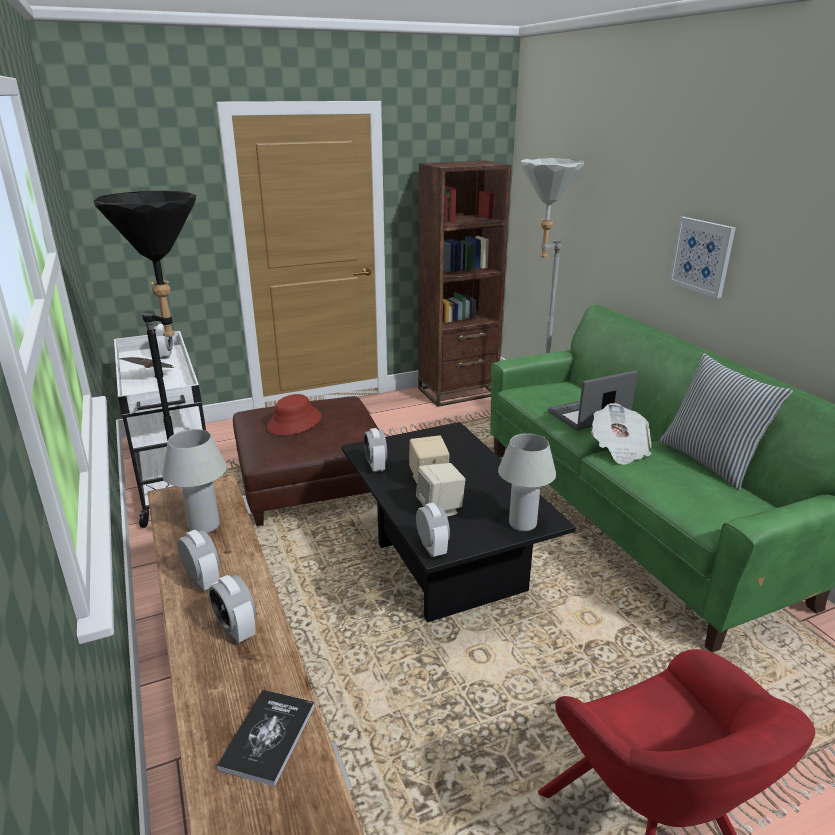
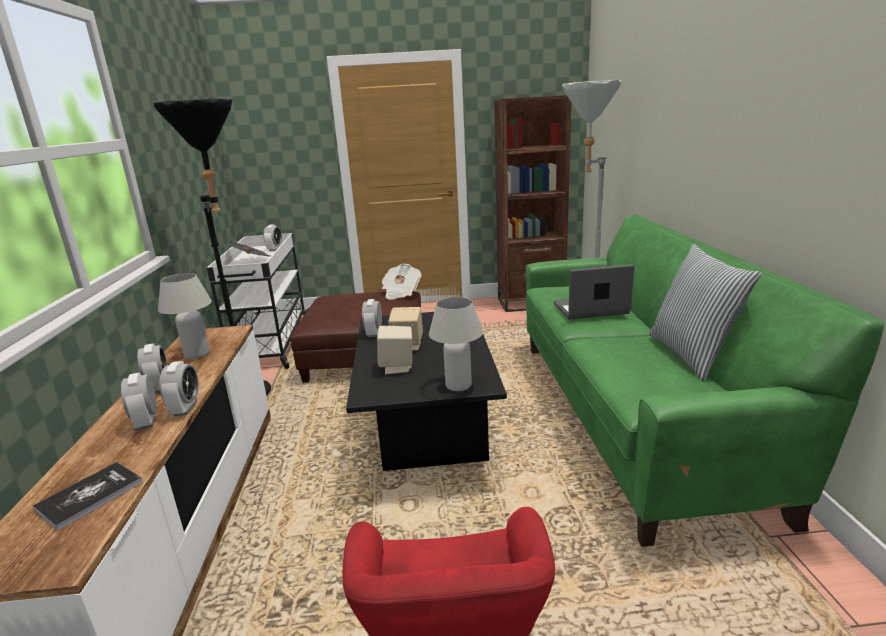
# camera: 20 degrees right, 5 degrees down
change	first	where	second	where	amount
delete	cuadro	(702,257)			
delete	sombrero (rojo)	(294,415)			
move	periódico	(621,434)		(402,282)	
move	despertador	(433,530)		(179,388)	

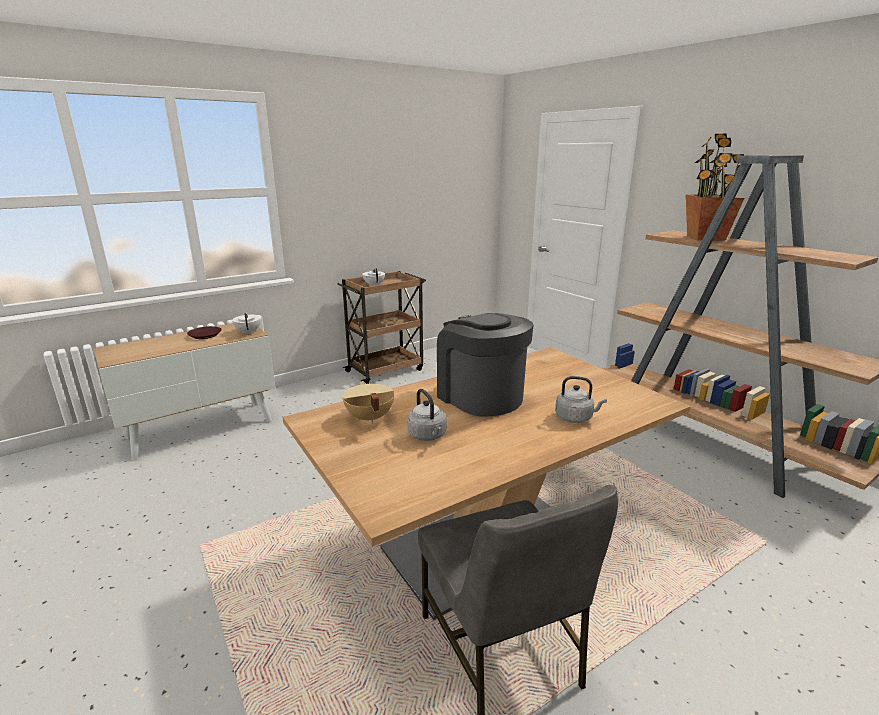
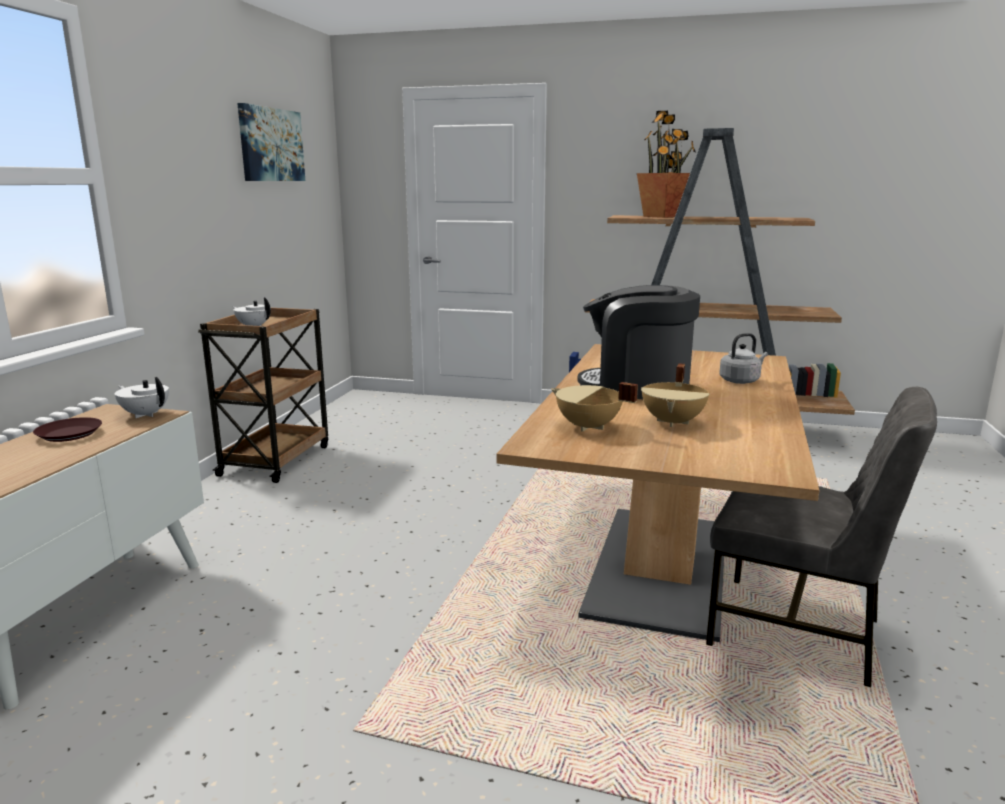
# camera: 40 degrees left, 5 degrees down
change	first	where	second	where	amount
replace	hervidor (gris)	(427,415)	olla (beis)	(675,395)	
insert			cuadro	(271,142)	

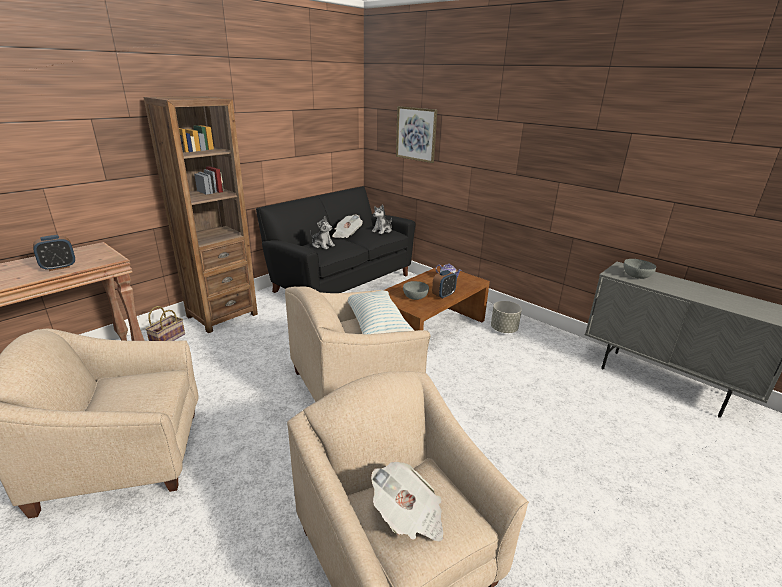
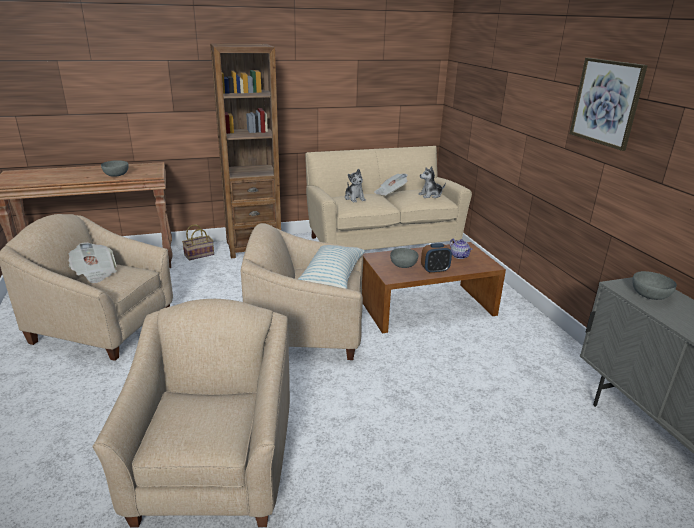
# camera: 30 degrees right, 0 degrees up
change	first	where	second	where	amount
move	cuadro	(416,134)		(608,104)	
recolor	sofá (negro)	(336,239)	sofá (beis)	(388,198)	
replace	despertador	(54,253)	cuenco (gris)	(115,168)	
delete	maceta (gris)	(506,317)			
move	periódico	(407,501)		(93,262)	

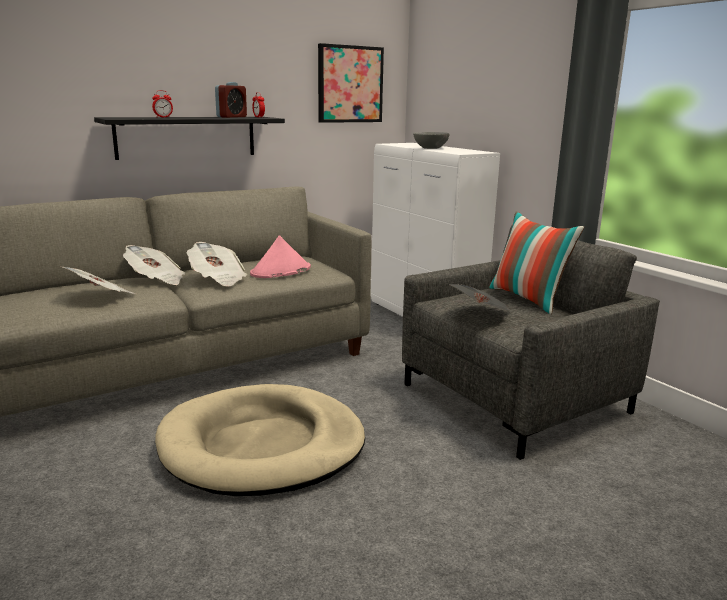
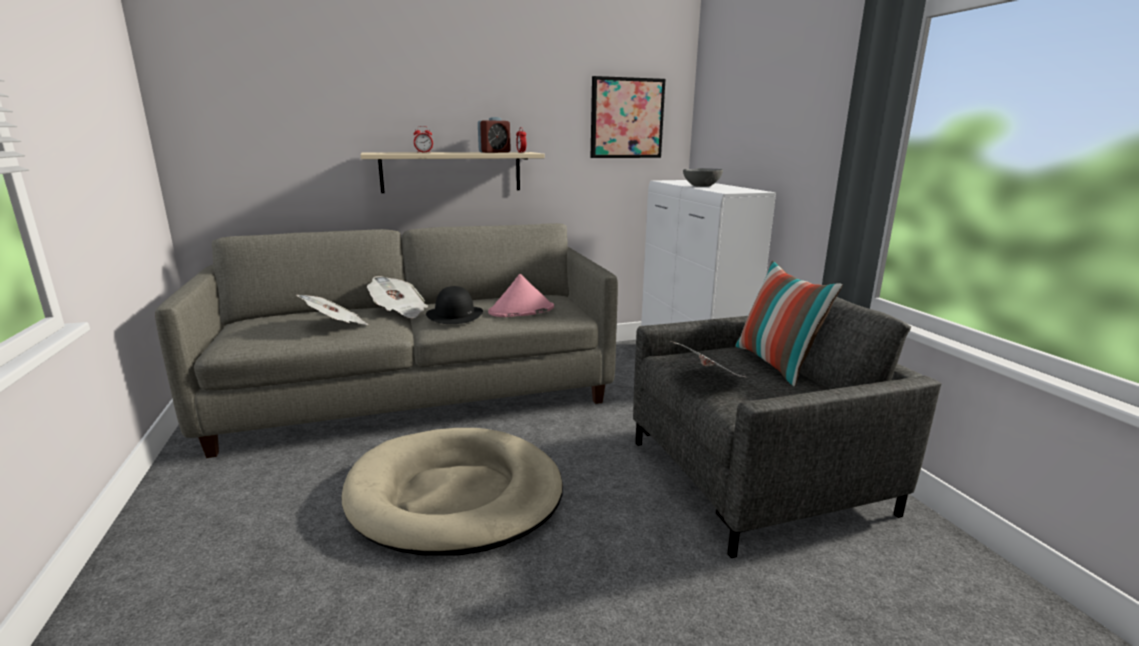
# camera: 15 degrees right, 0 degrees up
change	first	where	second	where	amount
recolor	estante (negro)	(189,138)	estante (beis)	(452,172)	
replace	periódico	(217,264)	sombrero (negro)	(454,305)	

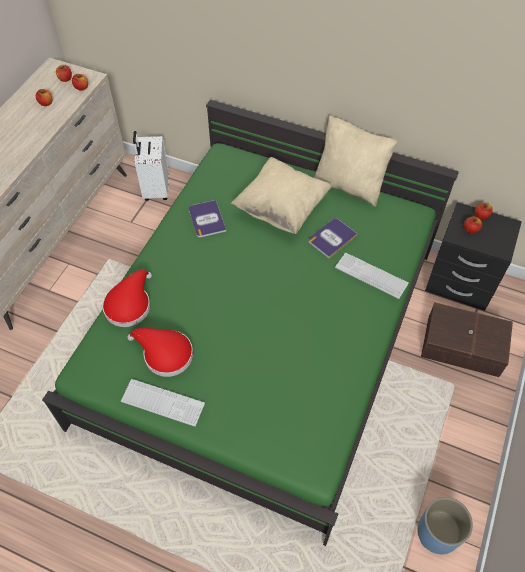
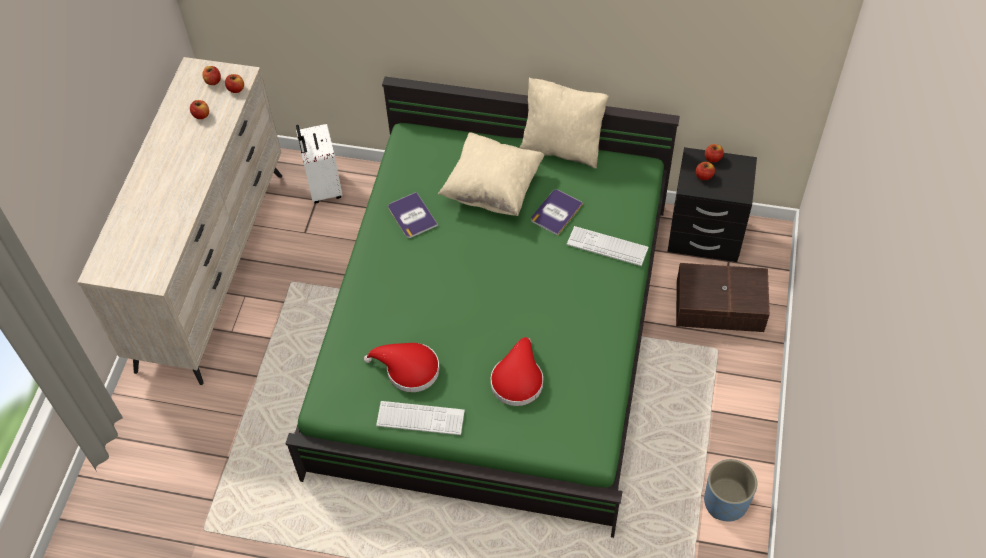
# camera: 10 degrees left, 0 degrees up
change	first	where	second	where	amount
move	sombrero (rojo)	(127,298)		(517,371)	

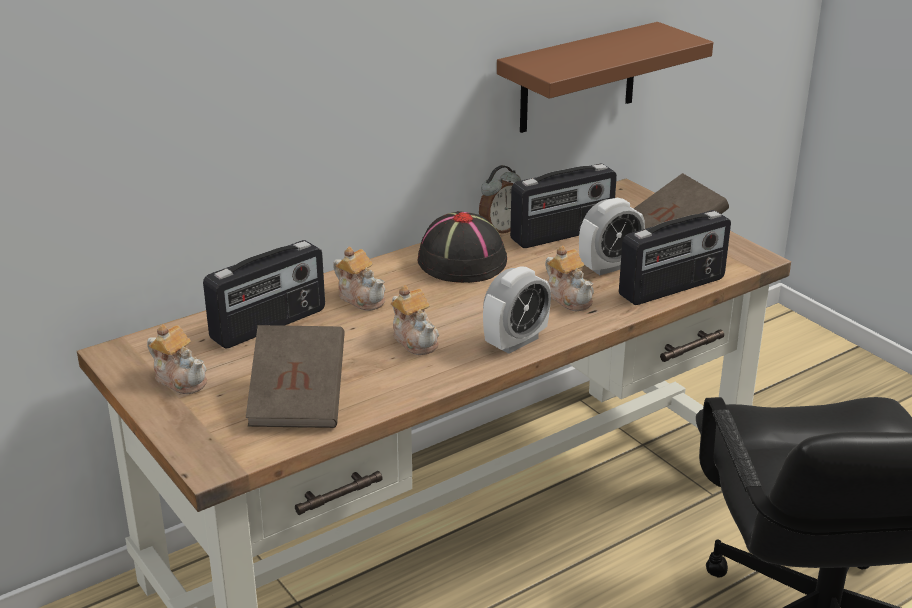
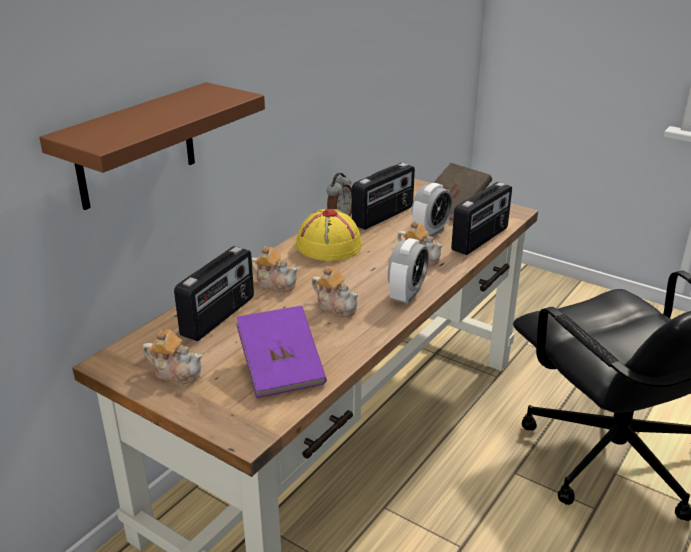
# camera: 20 degrees left, 0 degrees up
change	first	where	second	where	amount
move	estante (marrón)	(605,77)		(152,146)	
recolor	sombrero (negro)	(462,247)	sombrero (amarillo)	(329,235)	
recolor	libro (marrón)	(295,376)	libro (morado)	(281,352)	

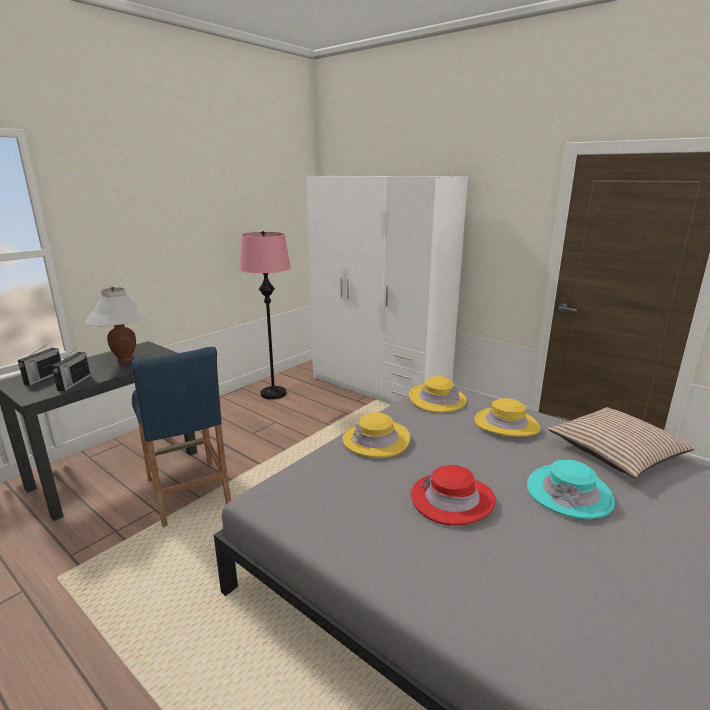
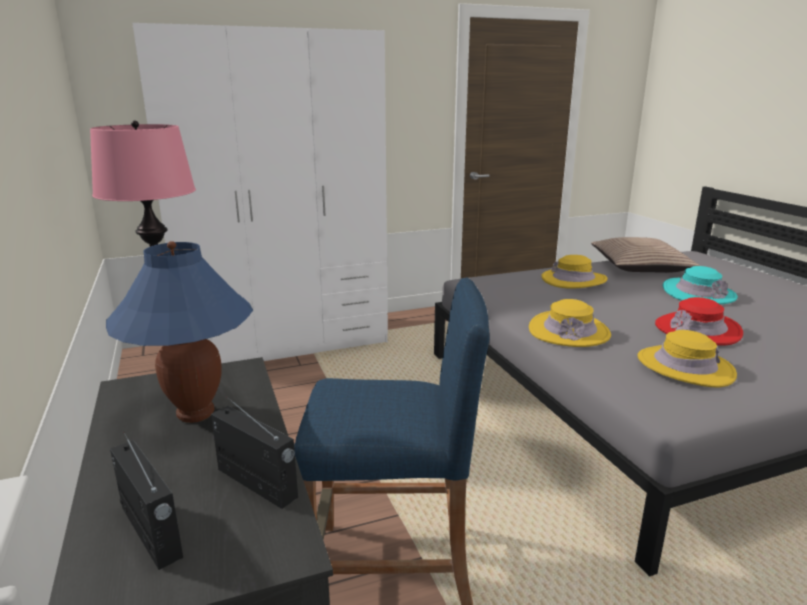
# camera: 60 degrees left, 0 degrees up
change	first	where	second	where	amount
recolor	lámpara de mesa (blanco)	(117,325)	lámpara de mesa (azul)	(179,332)	
move	sombrero (amarillo)	(438,394)		(687,358)	

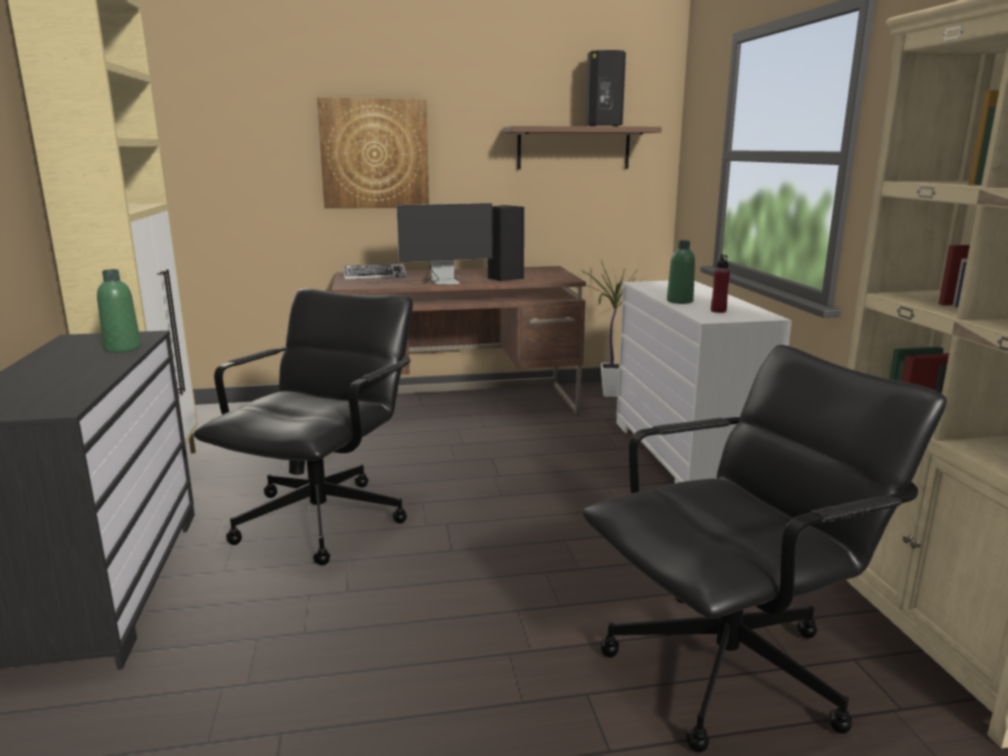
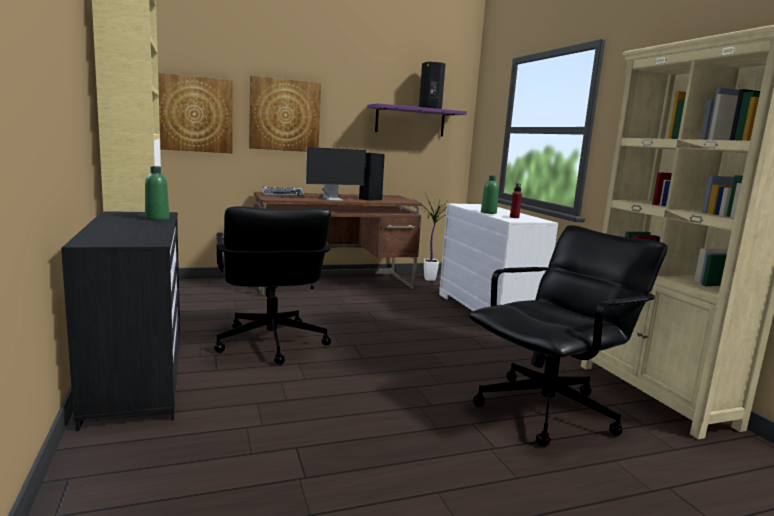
# camera: 10 degrees left, 5 degrees down
change	first	where	second	where	amount
recolor	estante (marrón)	(582,147)	estante (morado)	(417,120)	
rotate	silla de oficina (negro)	(303,427)		(272,285)	150 degrees clockwise
insert			cuadro	(195,113)	

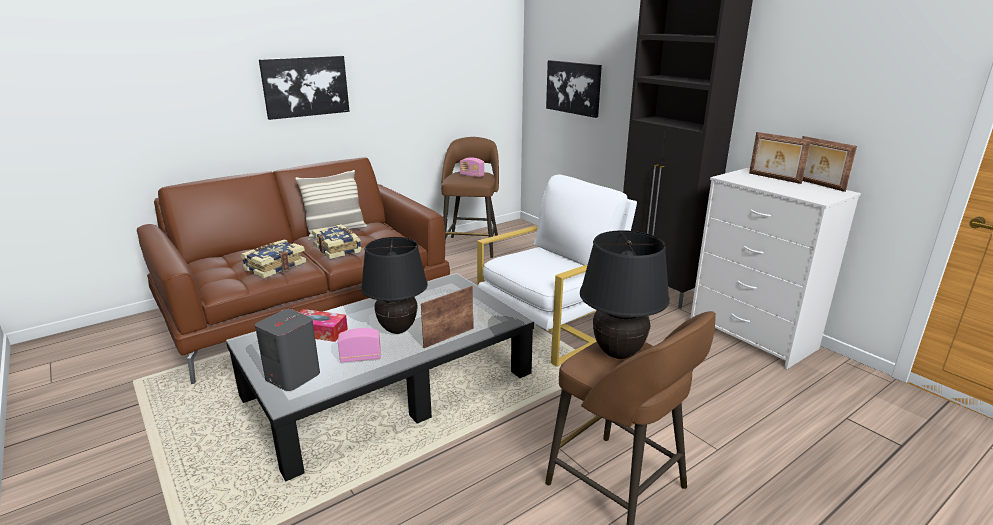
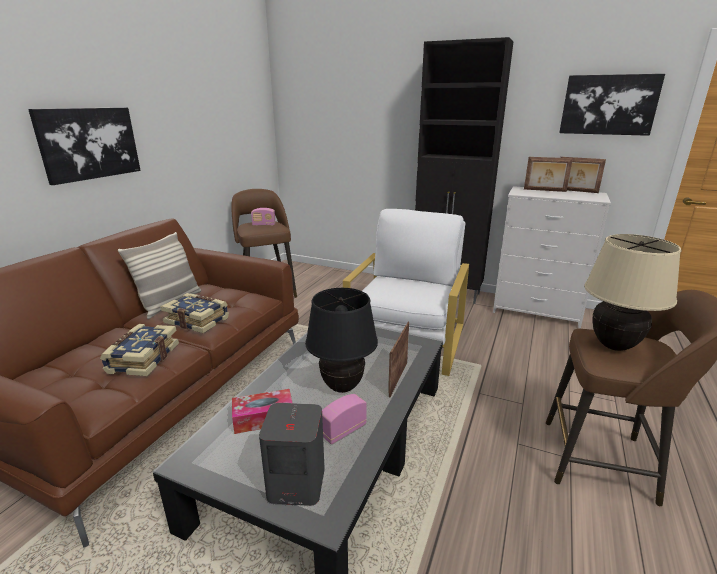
# camera: 30 degrees left, 0 degrees up
change	first	where	second	where	amount
move	cuadro	(574,89)		(612,105)	
recolor	lámpara de mesa (negro)	(625,294)	lámpara de mesa (beis)	(632,292)	

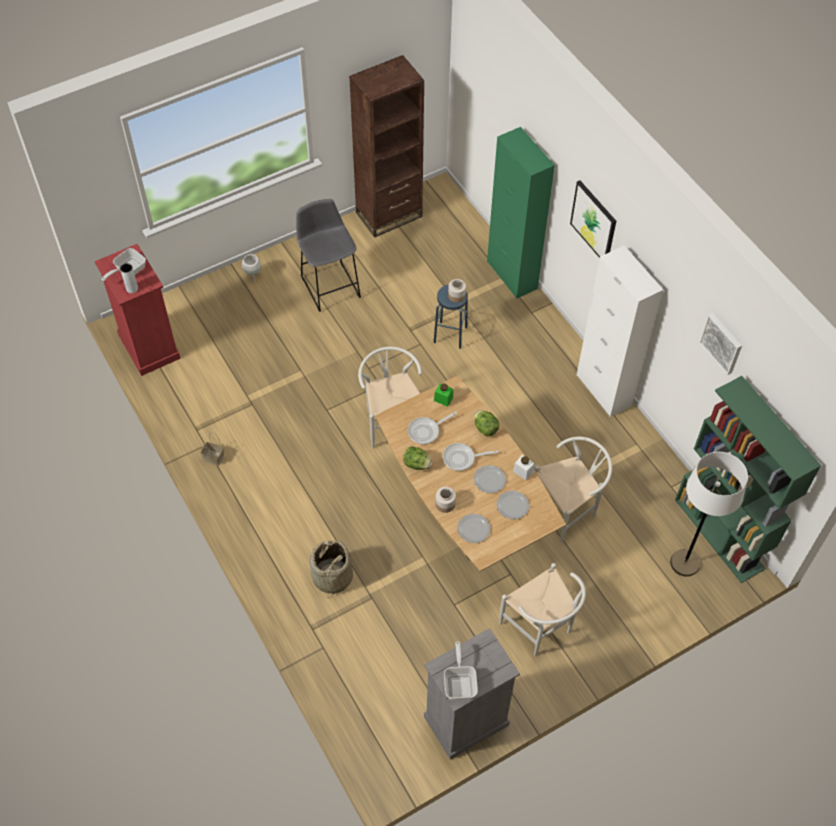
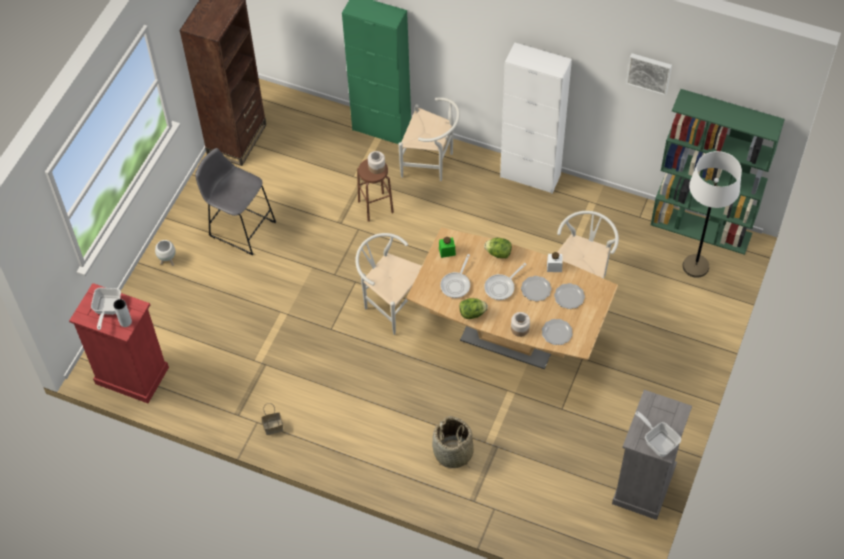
# camera: 35 degrees left, 0 degrees up
change	first	where	second	where	amount
delete	cuadro	(593,219)			
recolor	taburete (azul)	(451,316)	taburete (marrón)	(375,190)	
move	silla (blanco)	(542,609)		(429,139)	

